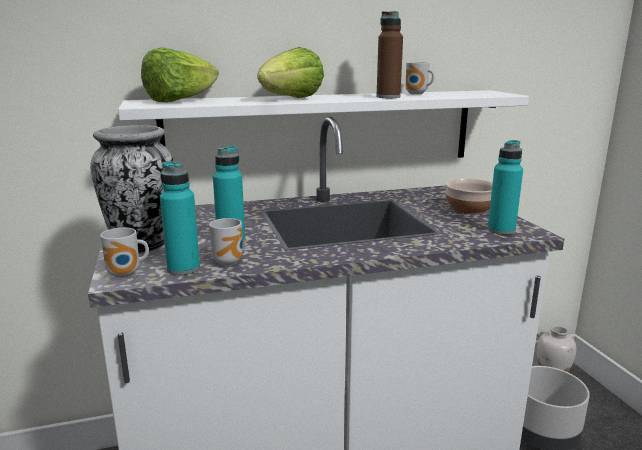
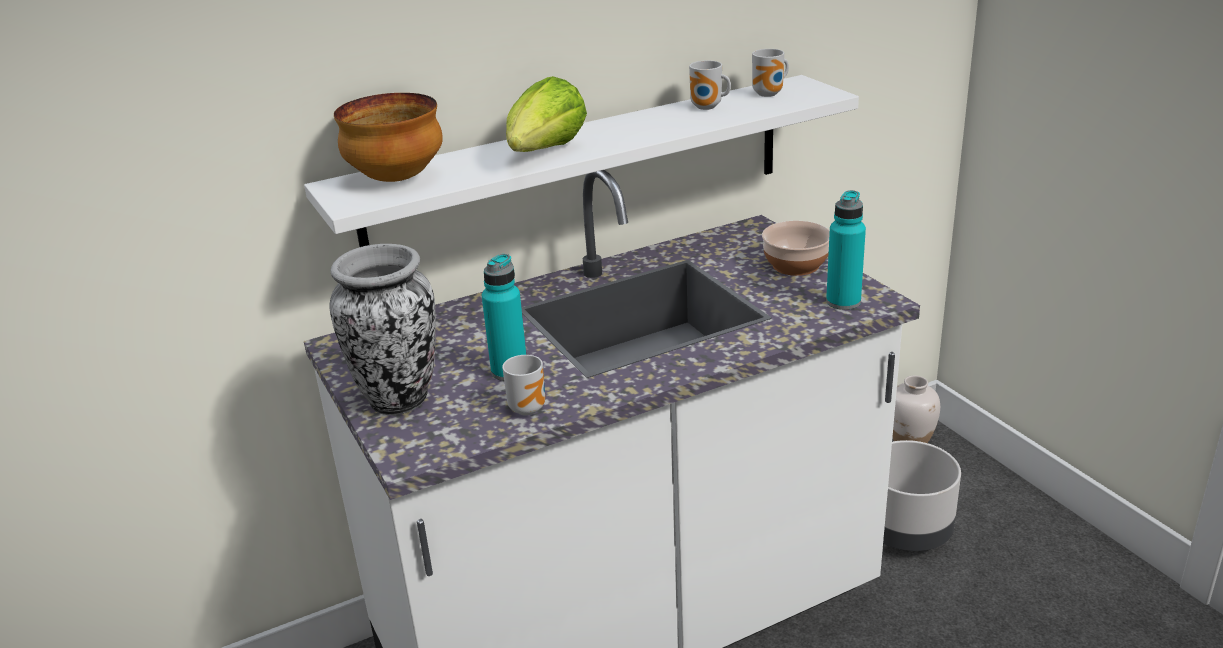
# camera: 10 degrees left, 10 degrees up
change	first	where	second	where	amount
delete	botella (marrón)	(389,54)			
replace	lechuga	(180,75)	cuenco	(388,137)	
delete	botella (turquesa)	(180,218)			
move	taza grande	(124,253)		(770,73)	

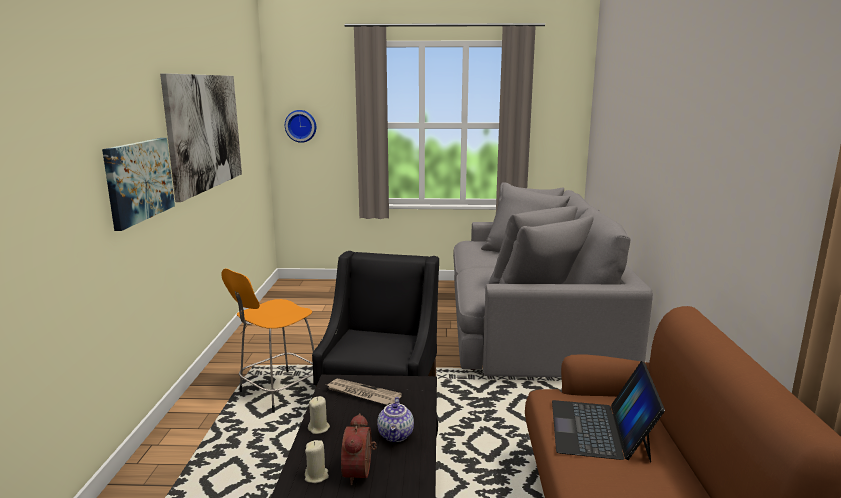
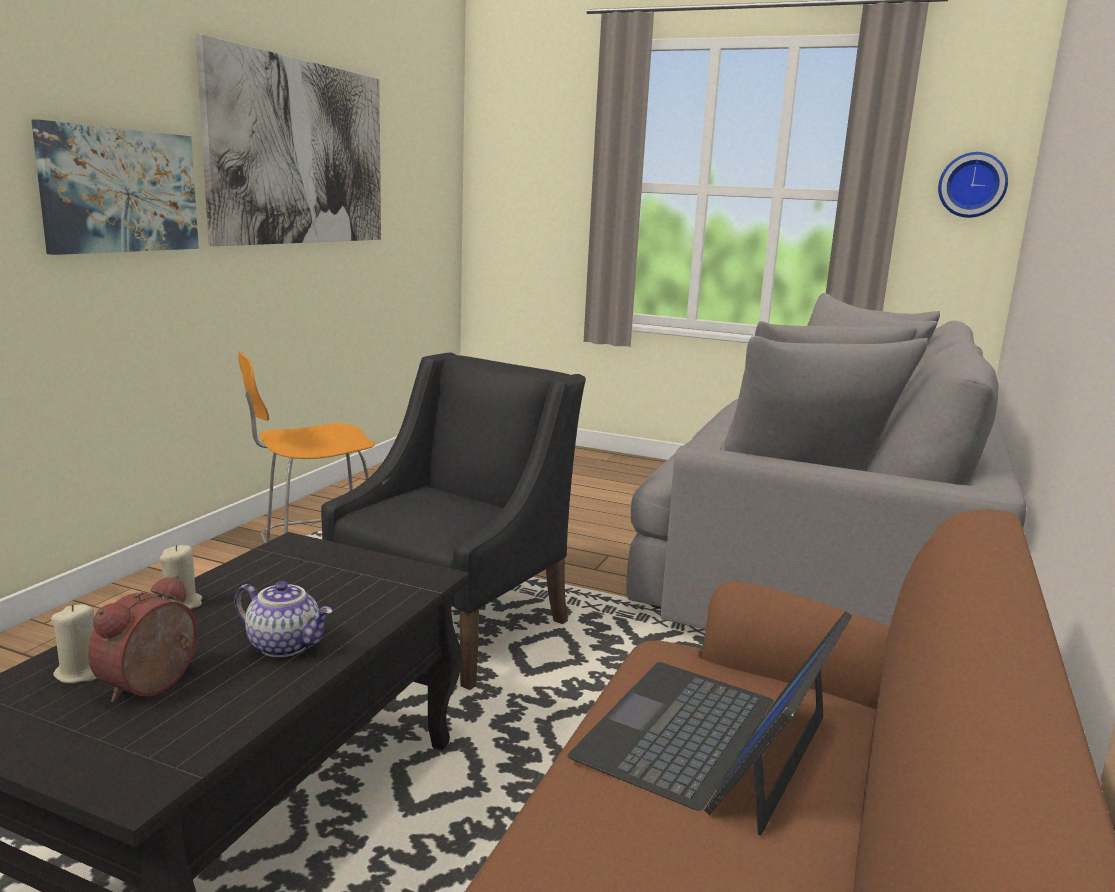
# camera: 20 degrees right, 0 degrees up
change	first	where	second	where	amount
move	reloj de pared	(300,126)		(973,185)	
delete	periódico	(364,392)			
rotate	tetera	(395,419)		(283,619)	90 degrees counterclockwise

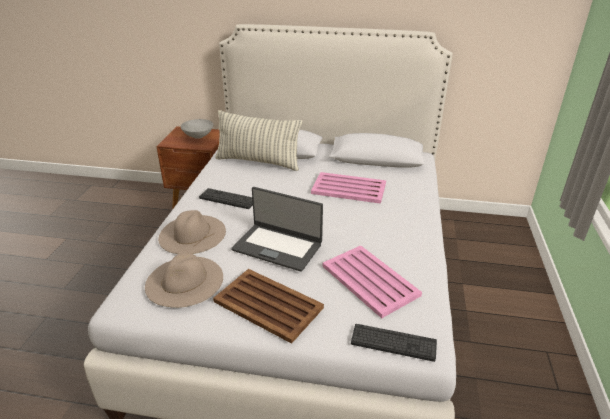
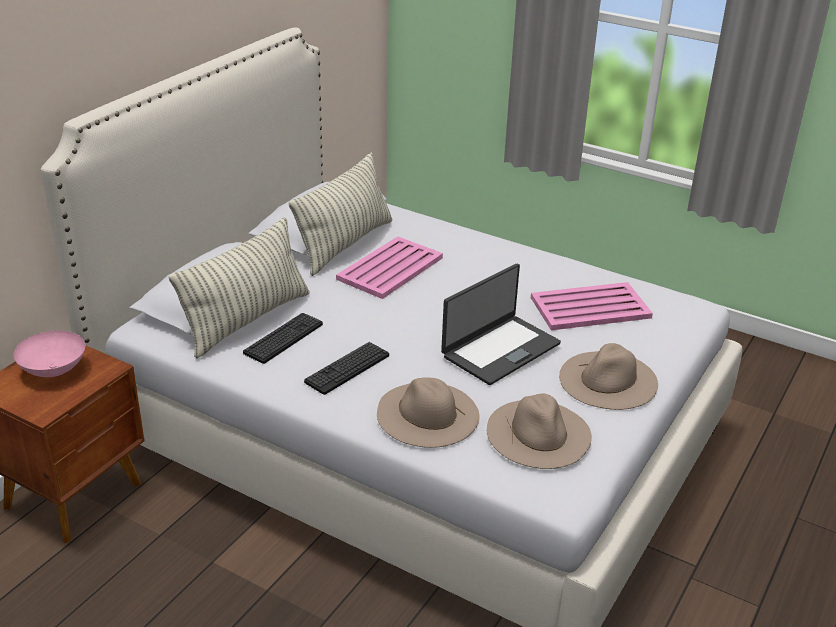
# camera: 70 degrees left, 0 degrees up
change	first	where	second	where	amount
recolor	cuenco (gris)	(197,129)	cuenco (rosa)	(49,354)	
replace	bandeja (marrón)	(268,306)	sombrero (beis)	(608,376)	
move	teclado	(394,343)		(283,338)	
insert			cojín	(340,214)	

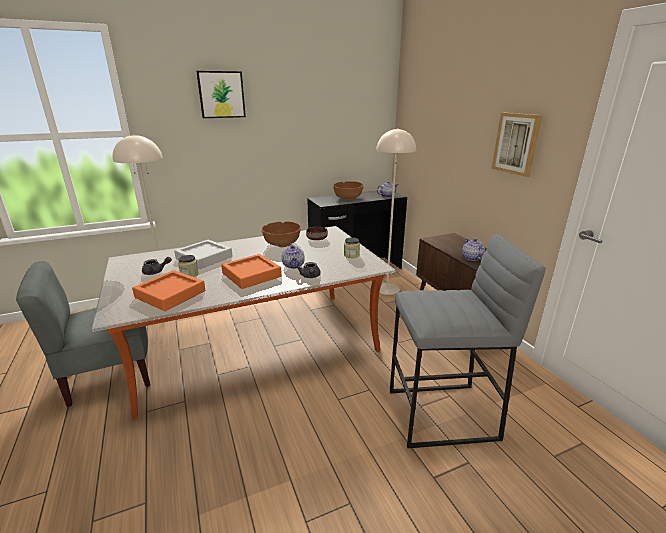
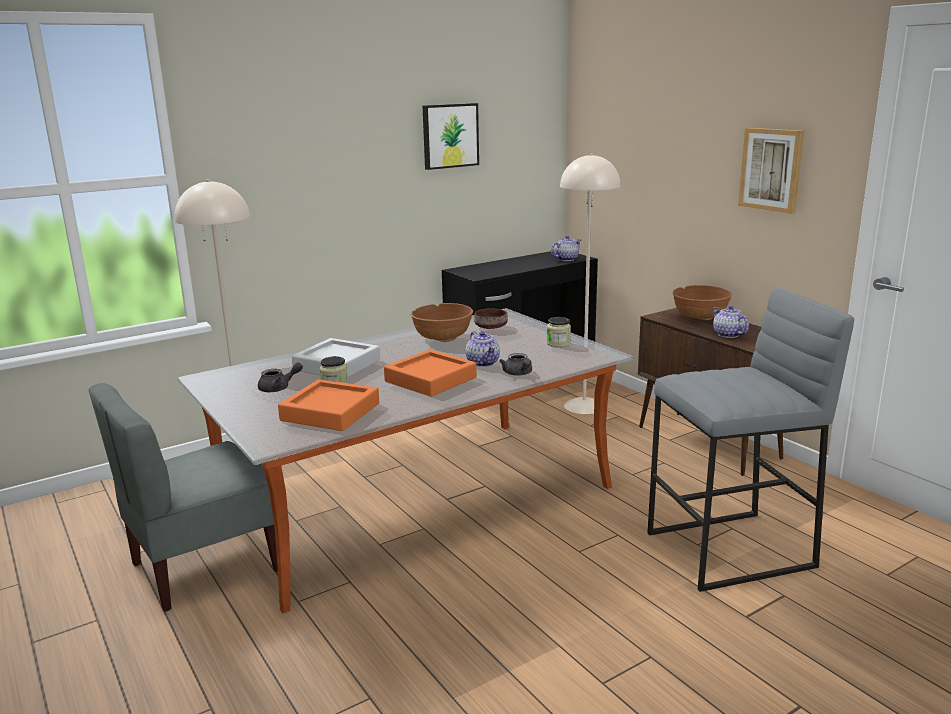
# camera: 10 degrees left, 5 degrees down
change	first	where	second	where	amount
move	cuadro	(221,94)		(451,136)	
move	cuenco (marrón)	(348,190)		(702,302)	

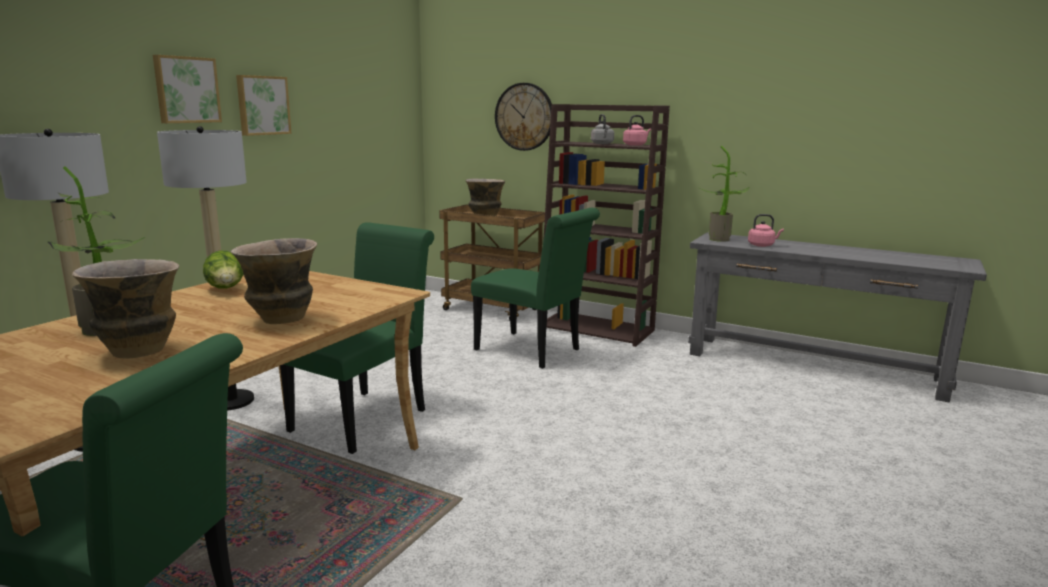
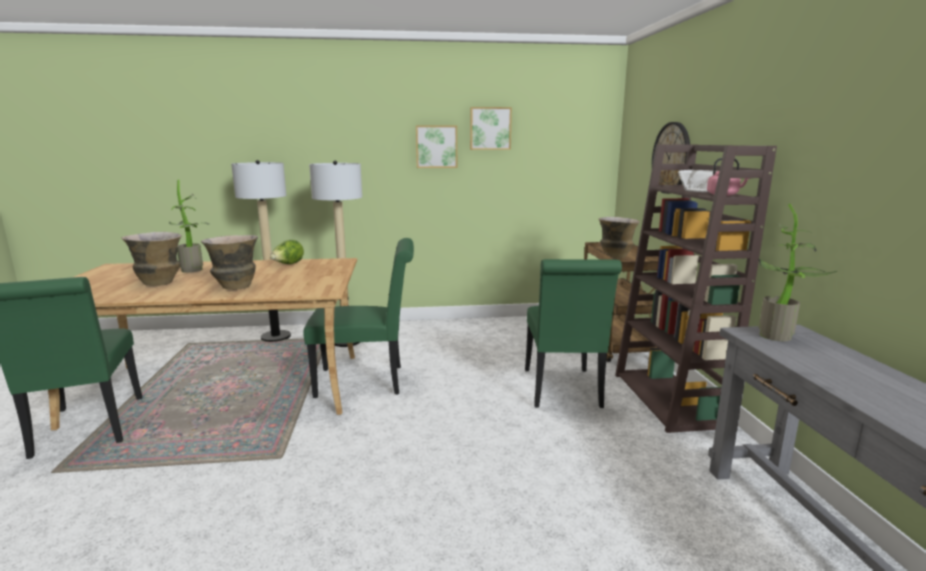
# camera: 55 degrees right, 0 degrees up
change	first	where	second	where	amount
move	cuadro	(187,89)		(491,128)	
replace	hervidor (gris)	(602,129)	cuenco	(697,181)	
delete	hervidor (rosa)	(766,230)			

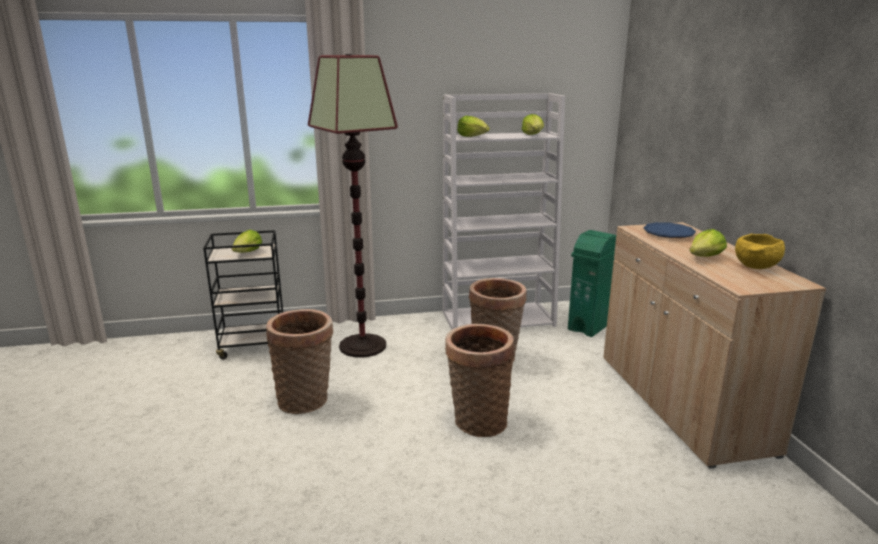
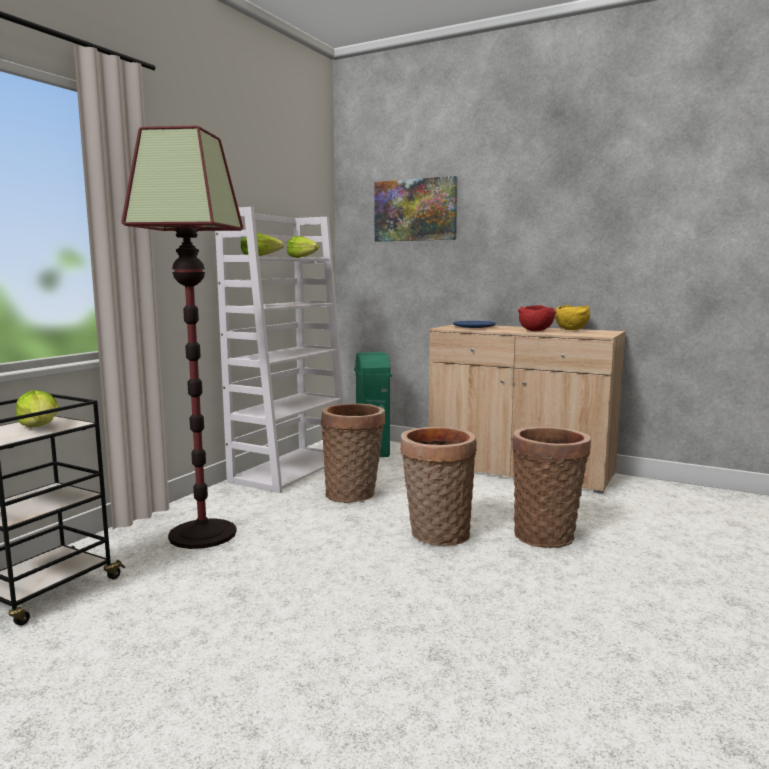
# camera: 50 degrees left, 10 degrees down
change	first	where	second	where	amount
replace	lechuga	(708,243)	cuenco (rojo)	(537,318)	
move	cesta	(299,361)		(551,487)	
insert			cuadro	(415,208)	

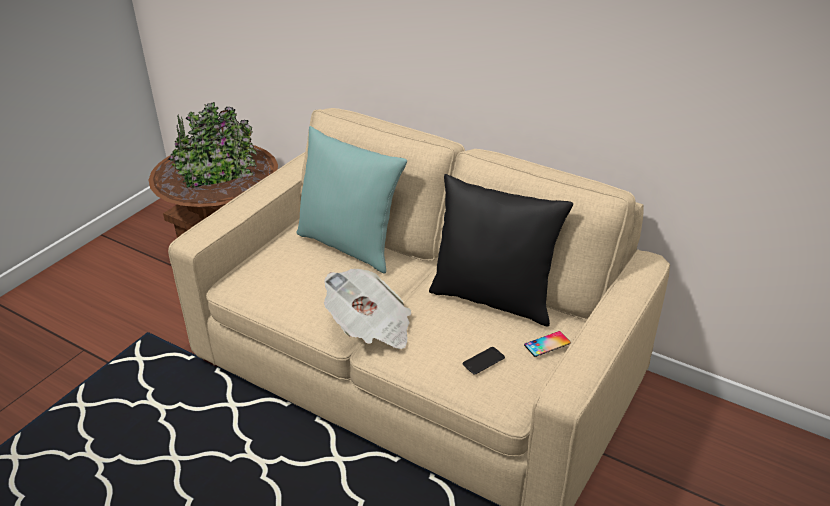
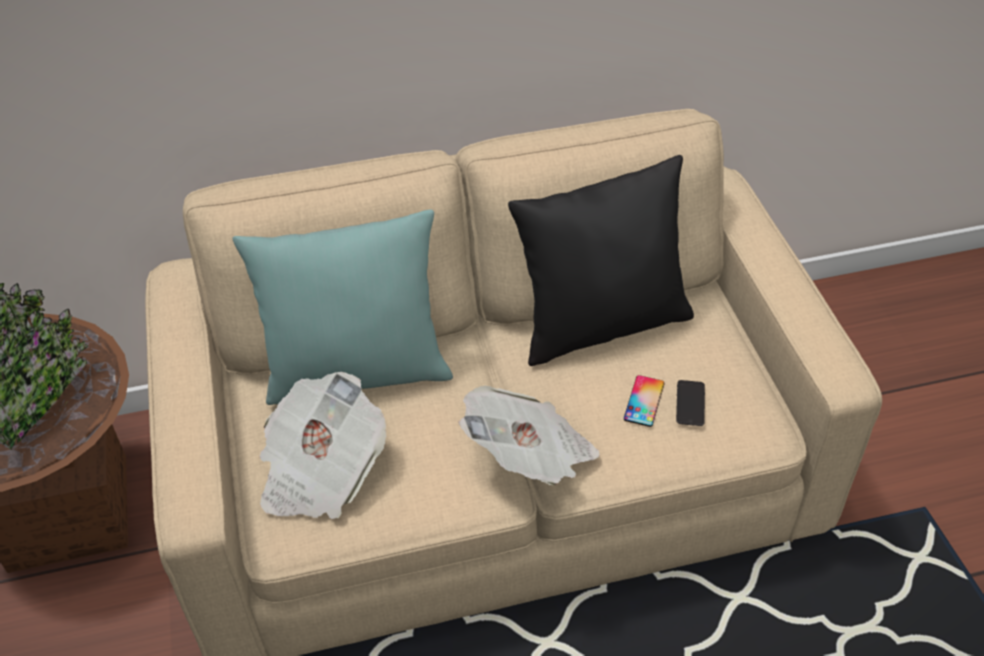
# camera: 45 degrees left, 10 degrees up
change	first	where	second	where	amount
move	móvil	(547,344)		(644,401)	
insert			periódico	(323,445)	

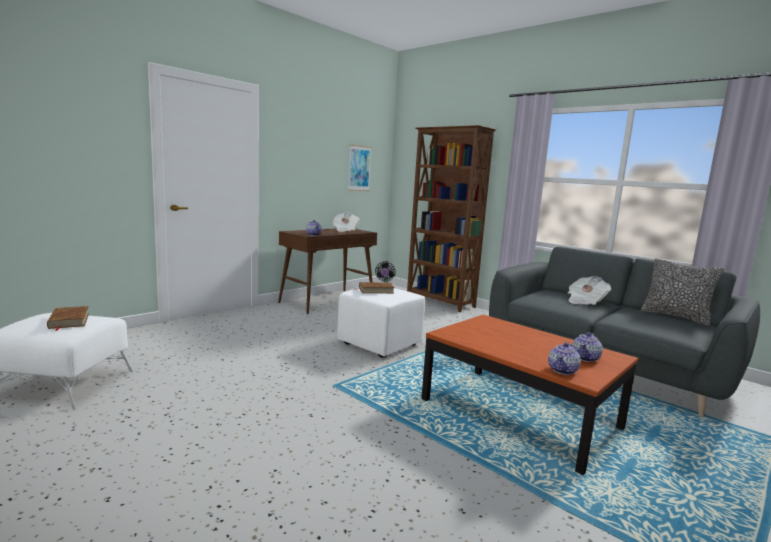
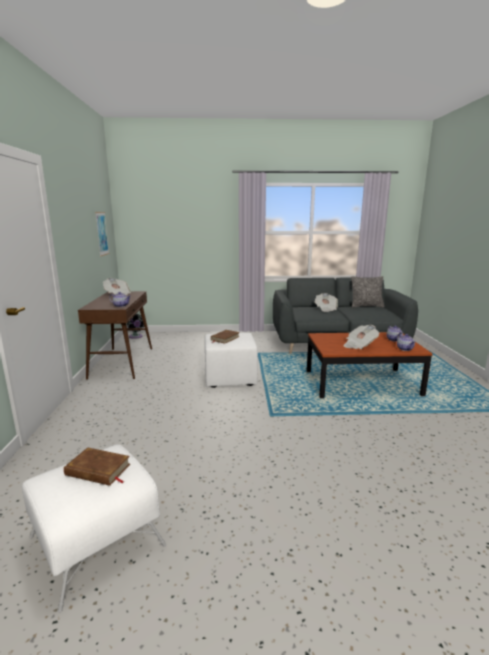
# camera: 45 degrees left, 5 degrees up
change	first	where	second	where	amount
delete	estantería (marrón)	(451,218)			
insert			periódico	(361,337)	

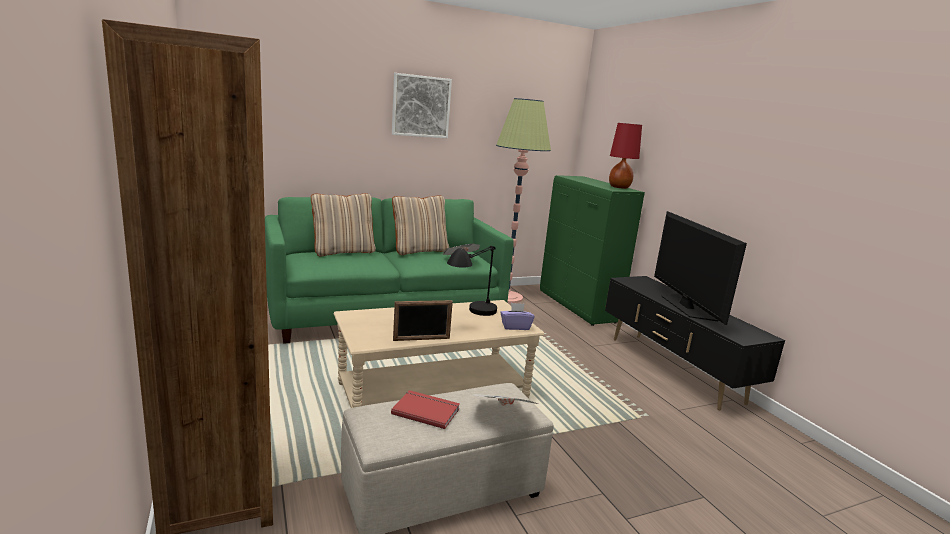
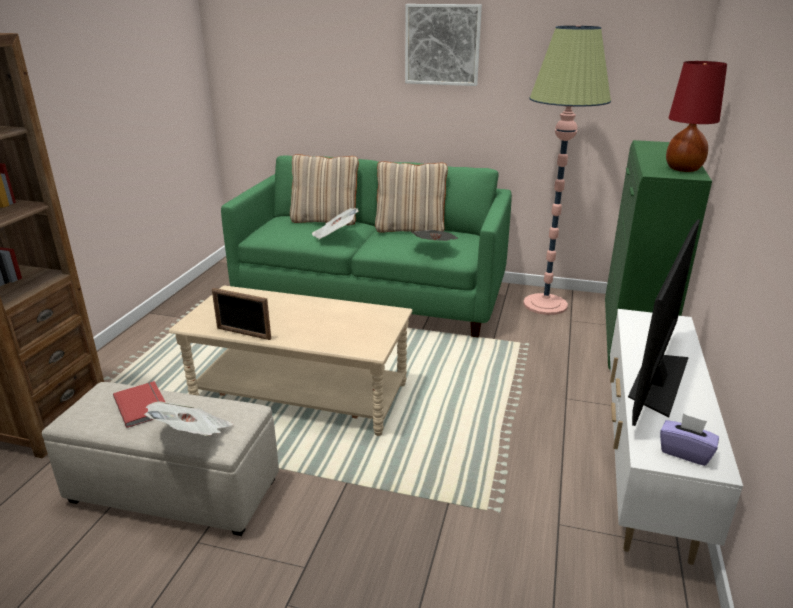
# camera: 40 degrees right, 10 degrees up
change	first	where	second	where	amount
delete	lámpara de mesa (negro)	(472,281)			
recolor	mueble de televisión (negro)	(695,343)	mueble de televisión (blanco)	(676,437)	
move	caja de pañuelos (morado)	(517,316)		(689,440)	
insert			periódico	(335,224)	

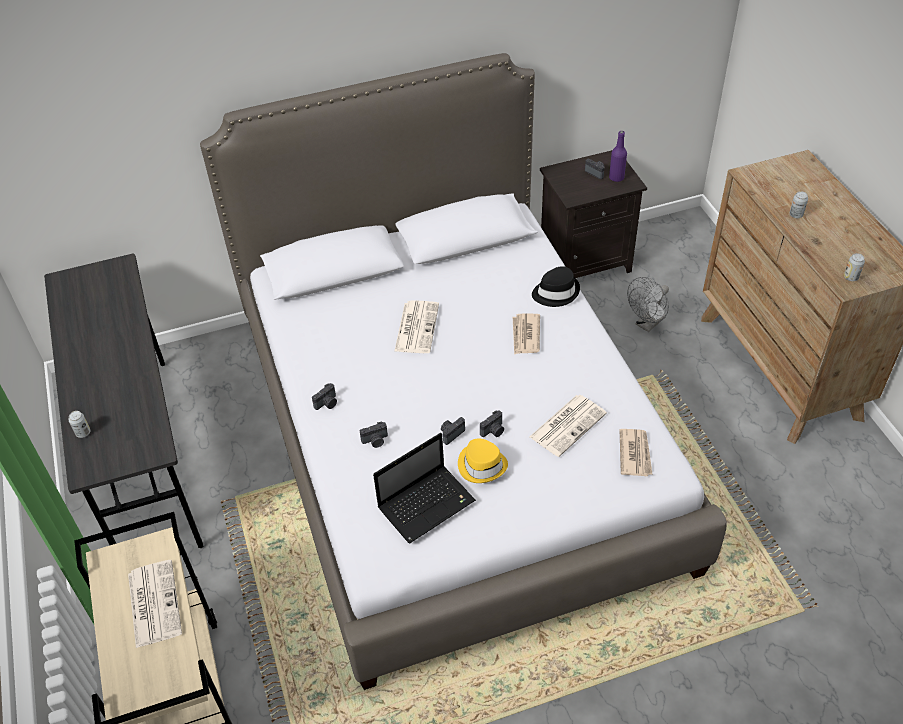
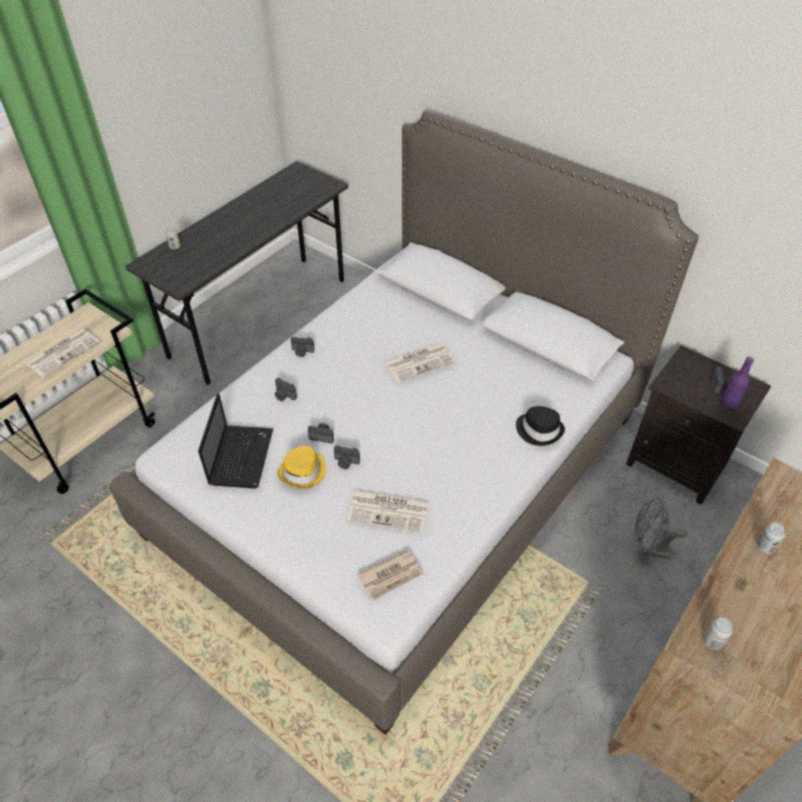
# camera: 55 degrees right, 0 degrees up
change	first	where	second	where	amount
delete	periódico	(526,334)			
rotate	portátil	(424,488)		(235,440)	105 degrees counterclockwise

